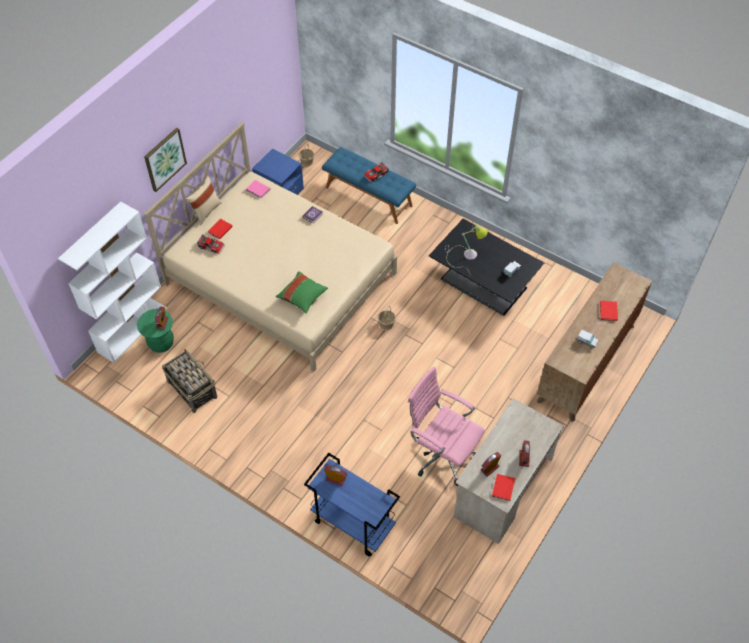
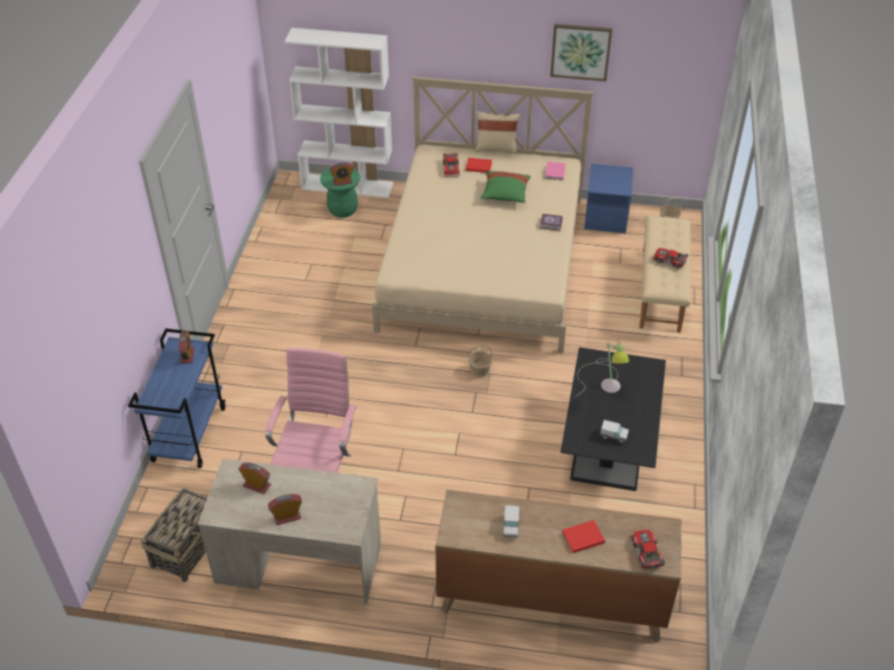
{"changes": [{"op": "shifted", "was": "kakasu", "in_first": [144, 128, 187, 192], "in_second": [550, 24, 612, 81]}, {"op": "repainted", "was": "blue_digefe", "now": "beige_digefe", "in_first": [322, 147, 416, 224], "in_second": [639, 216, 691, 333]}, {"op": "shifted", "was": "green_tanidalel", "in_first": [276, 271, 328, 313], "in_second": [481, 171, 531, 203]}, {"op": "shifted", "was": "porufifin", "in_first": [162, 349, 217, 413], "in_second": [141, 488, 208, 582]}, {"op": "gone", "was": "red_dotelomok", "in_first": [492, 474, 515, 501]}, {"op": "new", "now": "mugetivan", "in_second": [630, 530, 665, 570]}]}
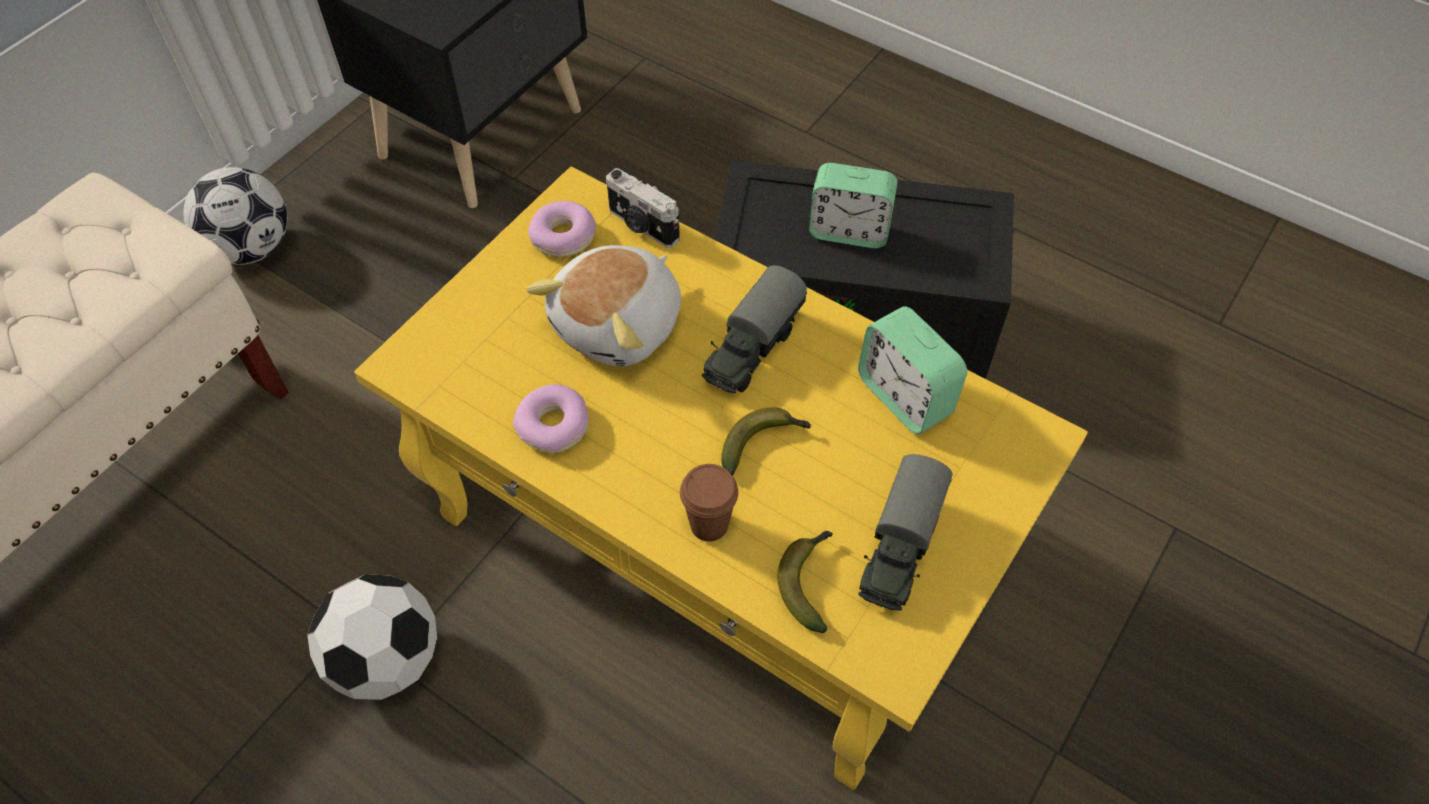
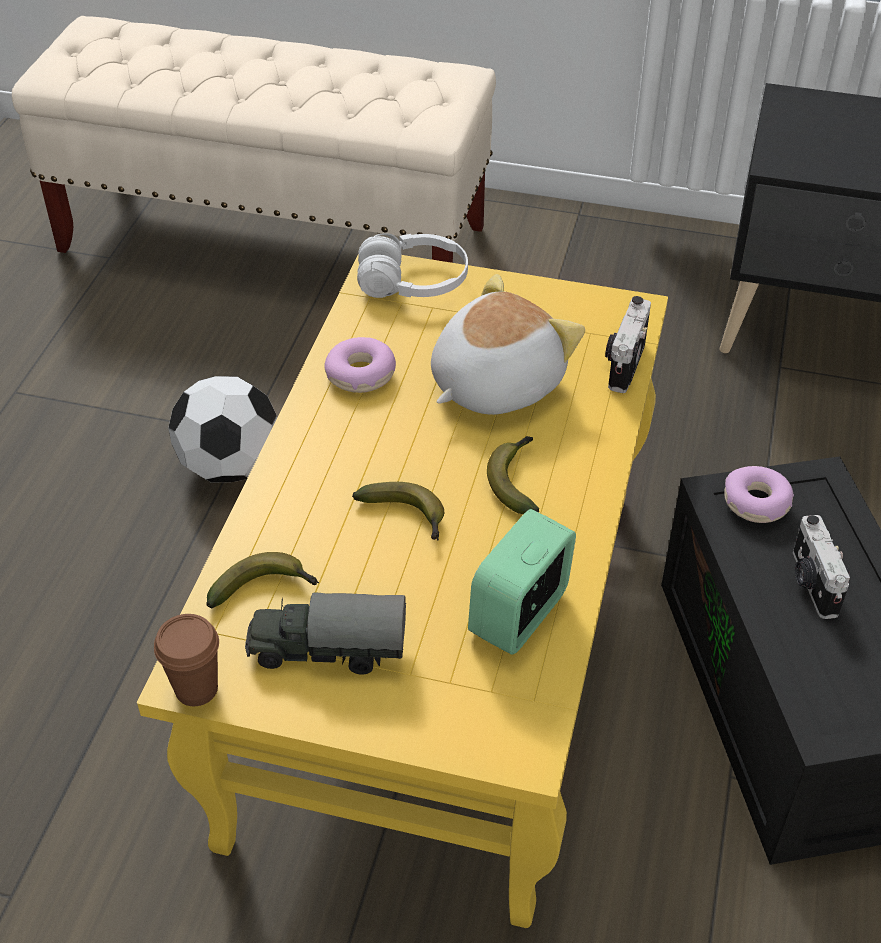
{"changes": [{"op": "swapped", "was": "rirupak", "now": "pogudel", "in_first": [809, 163, 897, 248], "in_second": [793, 515, 850, 619]}, {"op": "gone", "was": "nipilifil", "in_first": [183, 167, 288, 265]}, {"op": "shifted", "was": "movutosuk", "in_first": [528, 201, 596, 257], "in_second": [724, 466, 794, 523]}, {"op": "rotated", "was": "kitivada", "in_first": [526, 245, 681, 367], "in_second": [431, 274, 585, 415], "clockwise": 120}, {"op": "swapped", "was": "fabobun", "now": "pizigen", "in_first": [702, 265, 807, 394], "in_second": [487, 436, 539, 514]}, {"op": "shifted", "was": "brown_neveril", "in_first": [680, 464, 738, 542], "in_second": [154, 614, 219, 706]}, {"op": "new", "now": "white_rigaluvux", "in_second": [357, 233, 468, 298]}]}
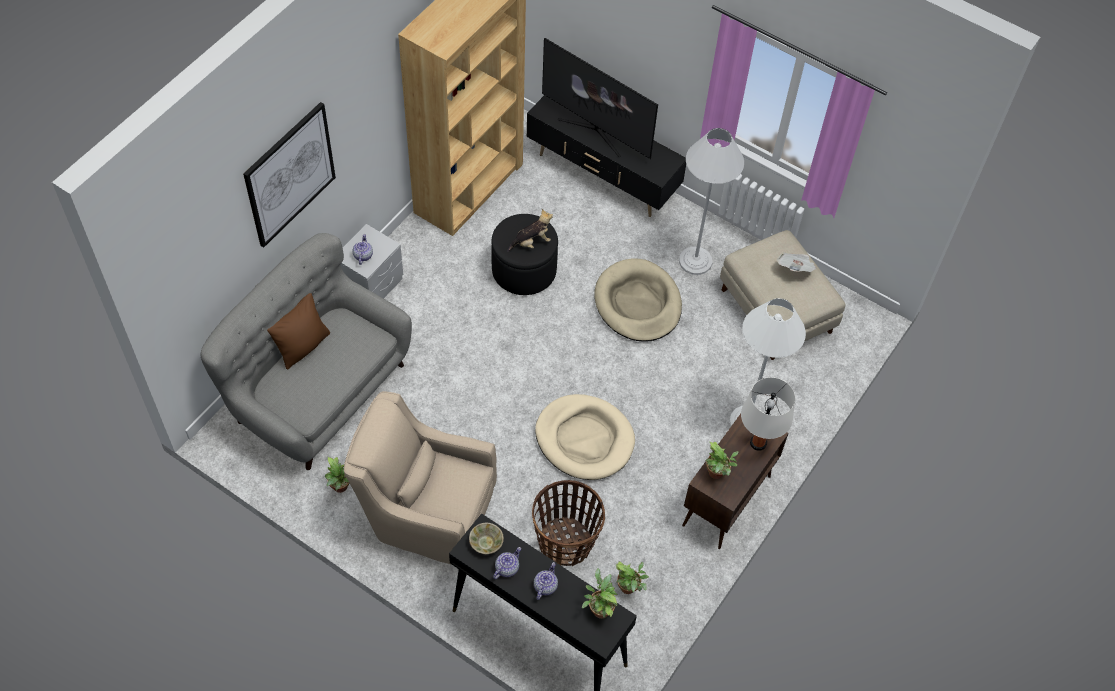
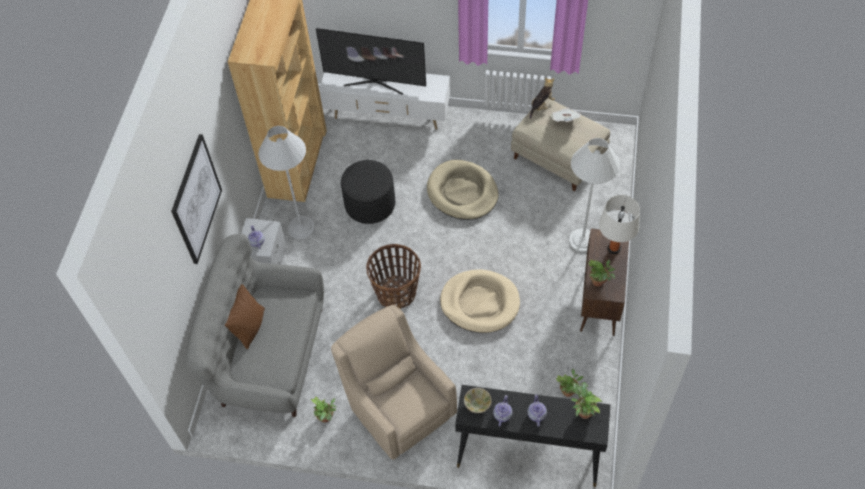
{"changes": [{"op": "repainted", "was": "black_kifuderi", "now": "white_kifuderi", "in_first": [527, 95, 686, 217], "in_second": [319, 72, 450, 130]}, {"op": "shifted", "was": "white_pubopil", "in_first": [679, 128, 744, 275], "in_second": [258, 126, 315, 240]}, {"op": "shifted", "was": "kitivada", "in_first": [507, 209, 553, 252], "in_second": [530, 77, 555, 119]}, {"op": "rotated", "was": "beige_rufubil", "in_first": [344, 391, 497, 565], "in_second": [331, 305, 457, 460], "clockwise": 60}, {"op": "shifted", "was": "porufifin", "in_first": [532, 480, 605, 566], "in_second": [366, 244, 421, 309]}]}
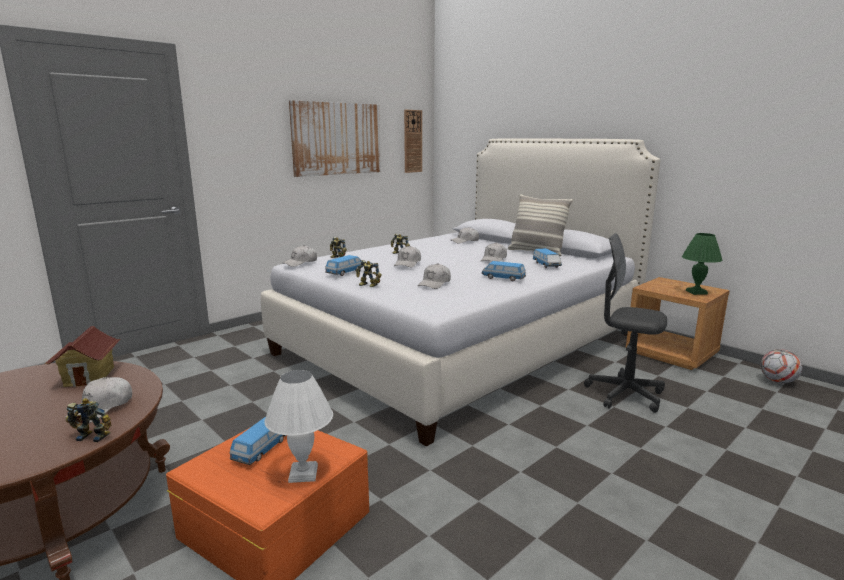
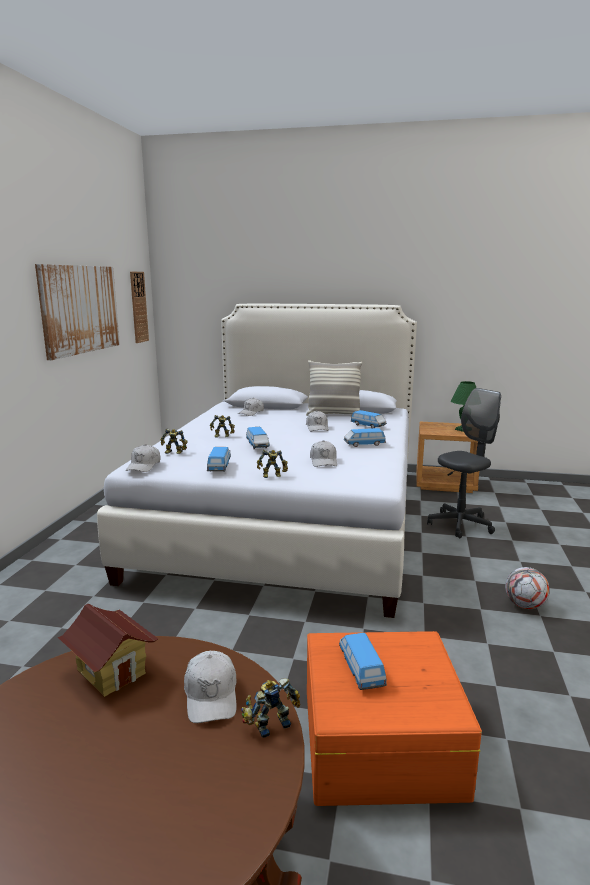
{"changes": [{"op": "rotated", "was": "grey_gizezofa", "in_first": [584, 233, 667, 413], "in_second": [427, 388, 501, 538], "clockwise": 150}, {"op": "swapped", "was": "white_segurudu", "now": "mugetivan", "in_first": [394, 246, 421, 267], "in_second": [246, 427, 270, 449]}, {"op": "shifted", "was": "nipilifil", "in_first": [761, 349, 802, 383], "in_second": [505, 567, 550, 609]}, {"op": "gone", "was": "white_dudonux", "in_first": [264, 370, 333, 483]}]}
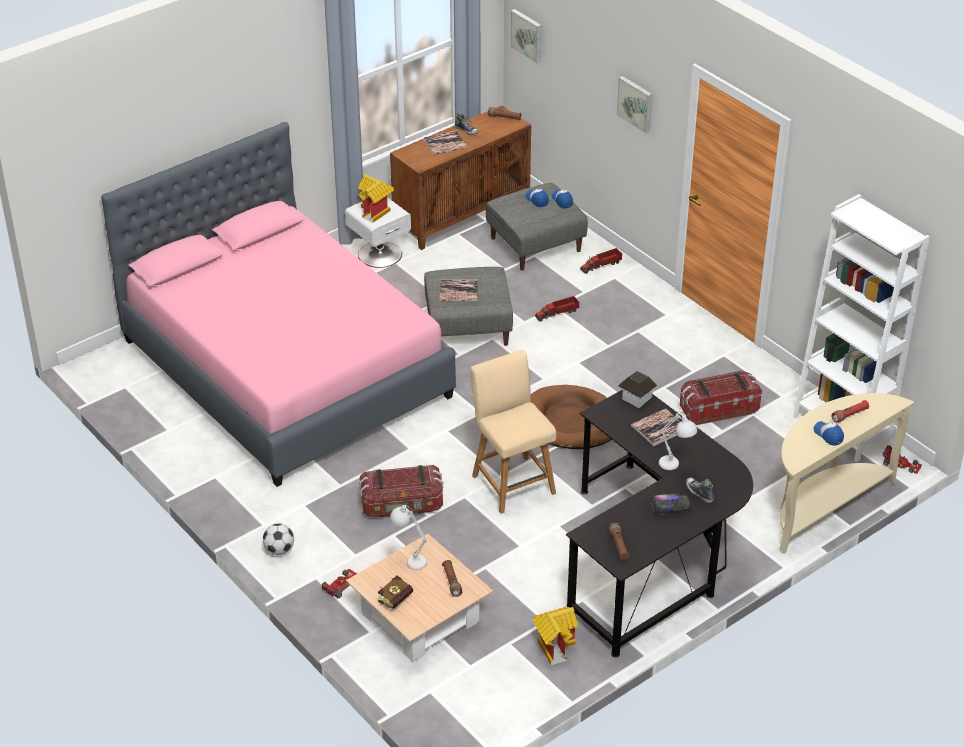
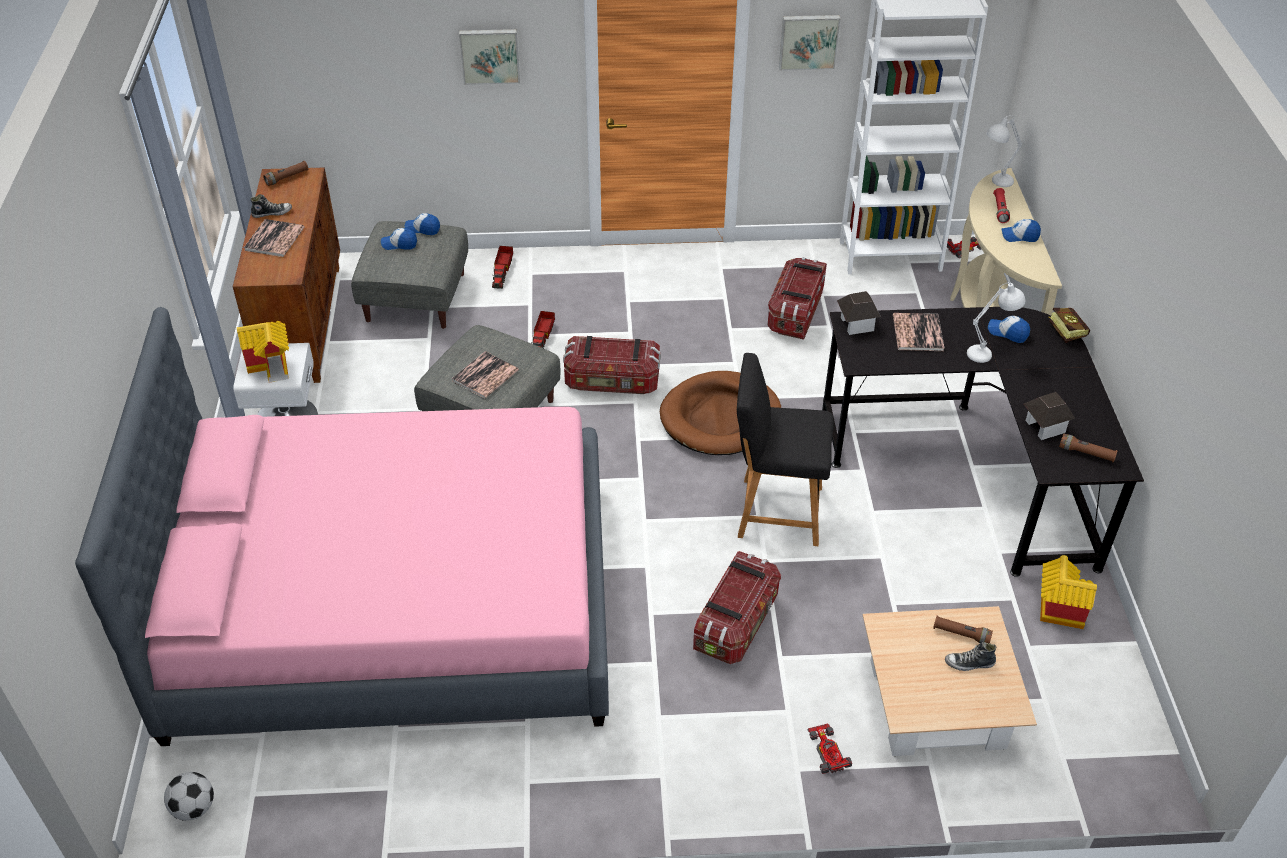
{"changes": [{"op": "shifted", "was": "kakasu", "in_first": [510, 9, 542, 63], "in_second": [779, 15, 841, 71]}, {"op": "repainted", "was": "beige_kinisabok", "now": "black_kinisabok", "in_first": [470, 350, 556, 514], "in_second": [737, 353, 834, 546]}, {"op": "shifted", "was": "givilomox", "in_first": [686, 478, 714, 503], "in_second": [945, 642, 996, 671]}, {"op": "gone", "was": "fabobun", "in_first": [651, 493, 691, 515]}, {"op": "shifted", "was": "white_dudonux", "in_first": [390, 505, 427, 570], "in_second": [987, 116, 1022, 187]}, {"op": "shifted", "was": "nipilifil", "in_first": [263, 524, 294, 555], "in_second": [164, 772, 214, 821]}, {"op": "shifted", "was": "dotelomok", "in_first": [378, 575, 413, 609], "in_second": [1049, 308, 1090, 343]}, {"op": "new", "now": "segurudu", "in_second": [988, 316, 1030, 343]}, {"op": "new", "now": "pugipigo", "in_second": [563, 336, 661, 394]}, {"op": "new", "now": "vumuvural", "in_second": [1024, 392, 1075, 440]}]}
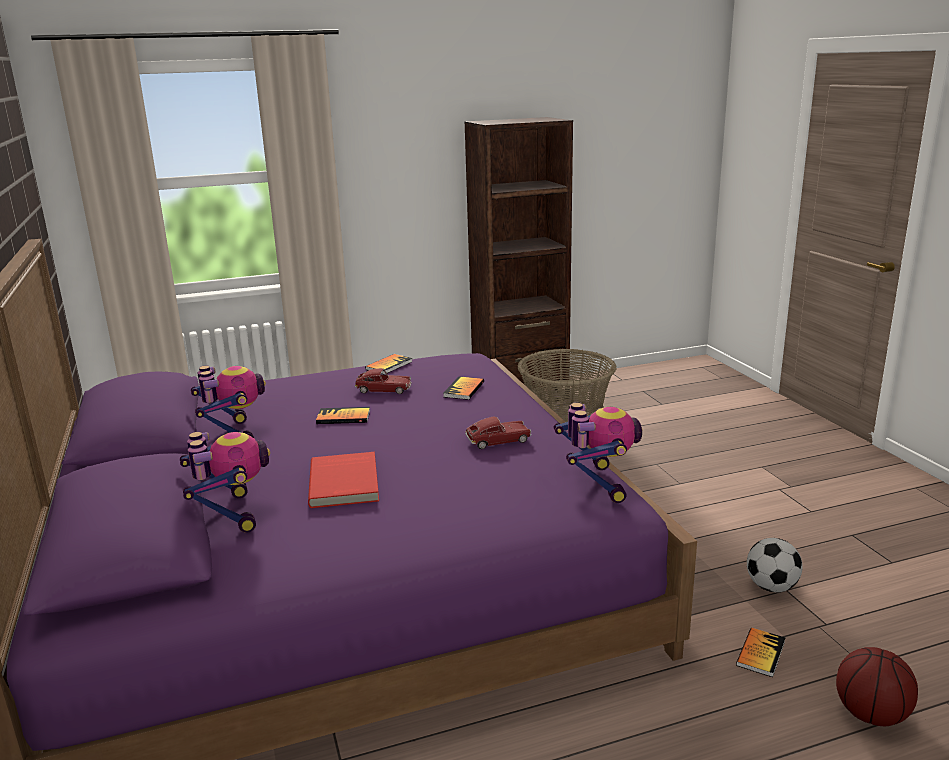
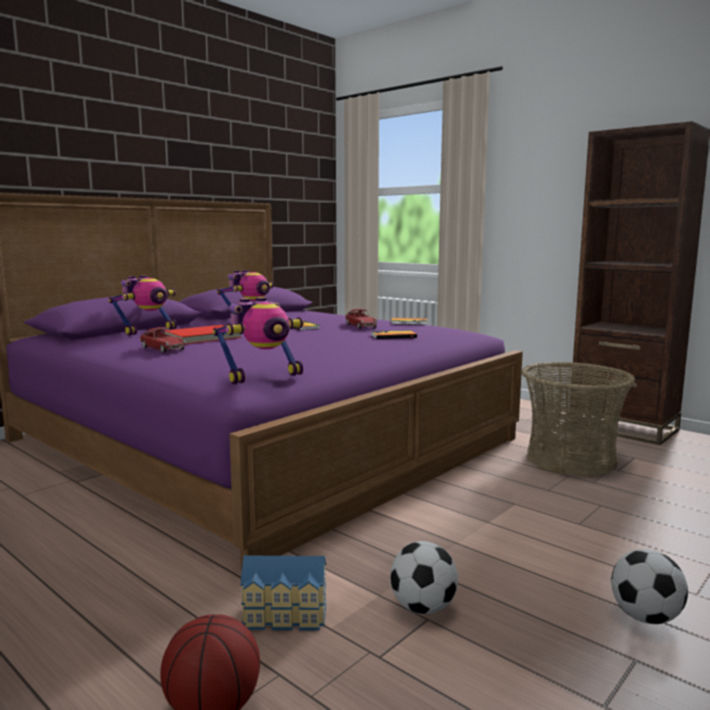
{"changes": [{"op": "shifted", "was": "mugetivan", "in_first": [465, 417, 531, 449], "in_second": [140, 327, 186, 353]}, {"op": "swapped", "was": "dotelomok", "now": "vumuvural", "in_first": [736, 628, 786, 677], "in_second": [240, 556, 327, 631]}, {"op": "new", "now": "nipilifil", "in_second": [611, 549, 688, 624]}]}
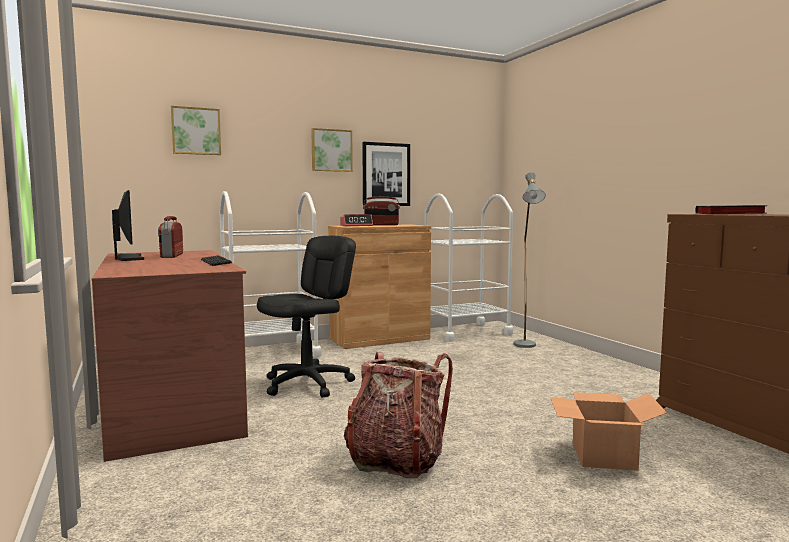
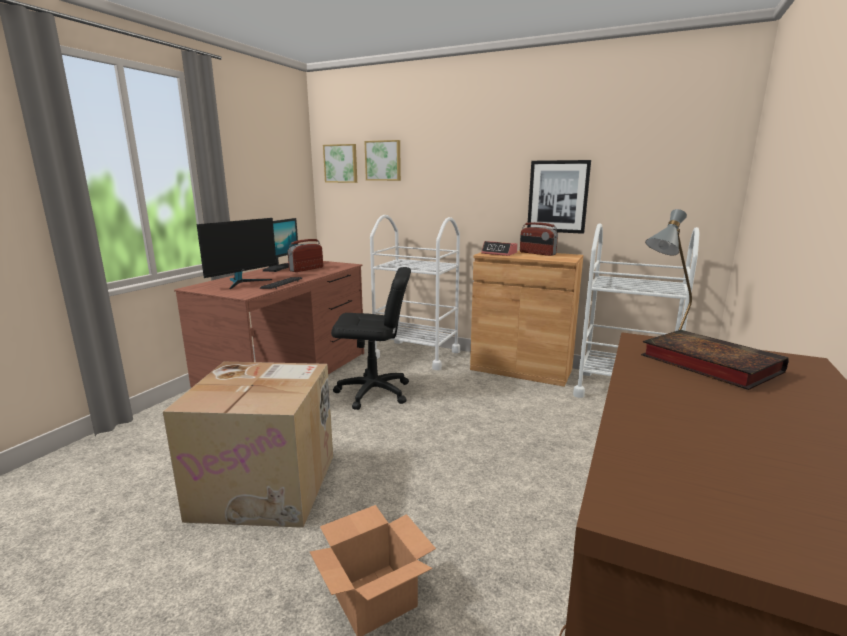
{"changes": [{"op": "shifted", "was": "kakasu", "in_first": [311, 128, 353, 172], "in_second": [323, 144, 357, 183]}, {"op": "swapped", "was": "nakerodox", "now": "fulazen", "in_first": [344, 352, 453, 478], "in_second": [163, 362, 333, 528]}, {"op": "new", "now": "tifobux", "in_second": [197, 218, 277, 289]}]}
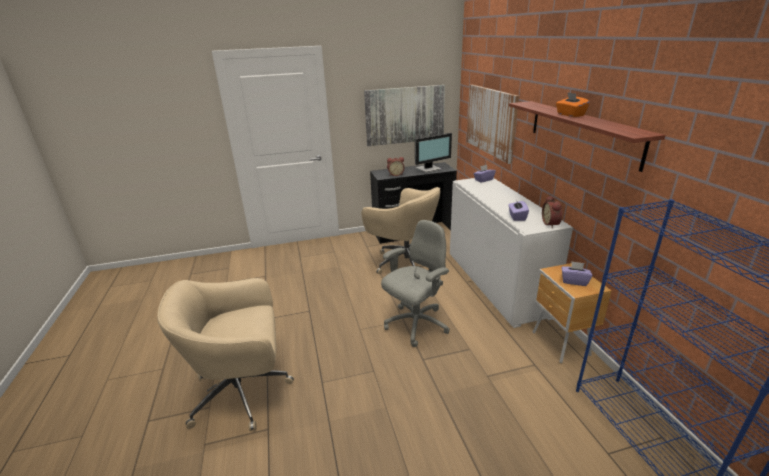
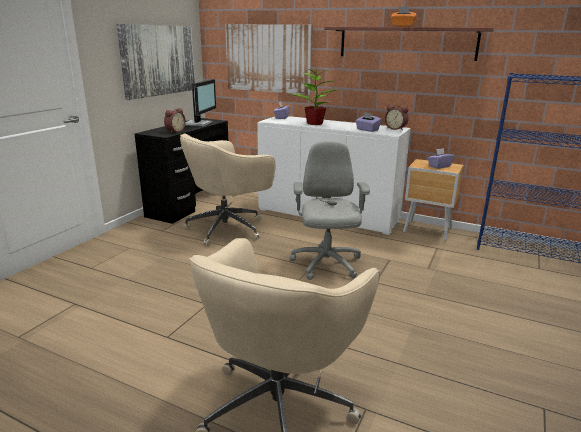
{"changes": [{"op": "rotated", "was": "beige_gizezofa", "in_first": [362, 187, 440, 274], "in_second": [180, 134, 276, 246], "clockwise": 150}, {"op": "new", "now": "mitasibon", "in_second": [291, 69, 337, 125]}]}
